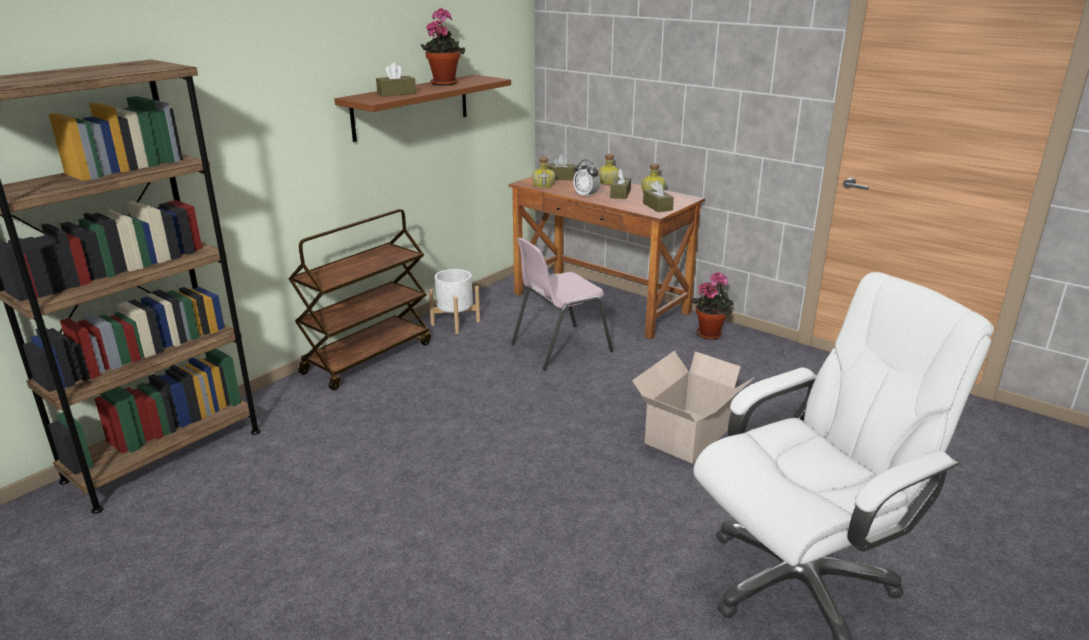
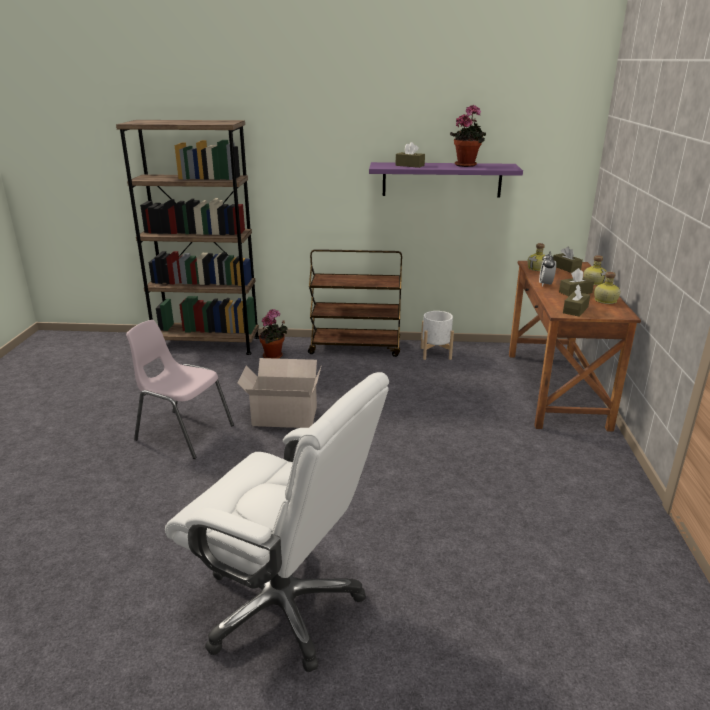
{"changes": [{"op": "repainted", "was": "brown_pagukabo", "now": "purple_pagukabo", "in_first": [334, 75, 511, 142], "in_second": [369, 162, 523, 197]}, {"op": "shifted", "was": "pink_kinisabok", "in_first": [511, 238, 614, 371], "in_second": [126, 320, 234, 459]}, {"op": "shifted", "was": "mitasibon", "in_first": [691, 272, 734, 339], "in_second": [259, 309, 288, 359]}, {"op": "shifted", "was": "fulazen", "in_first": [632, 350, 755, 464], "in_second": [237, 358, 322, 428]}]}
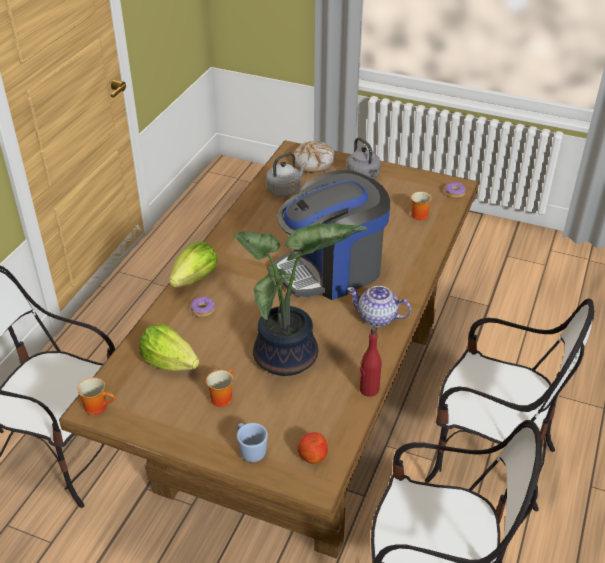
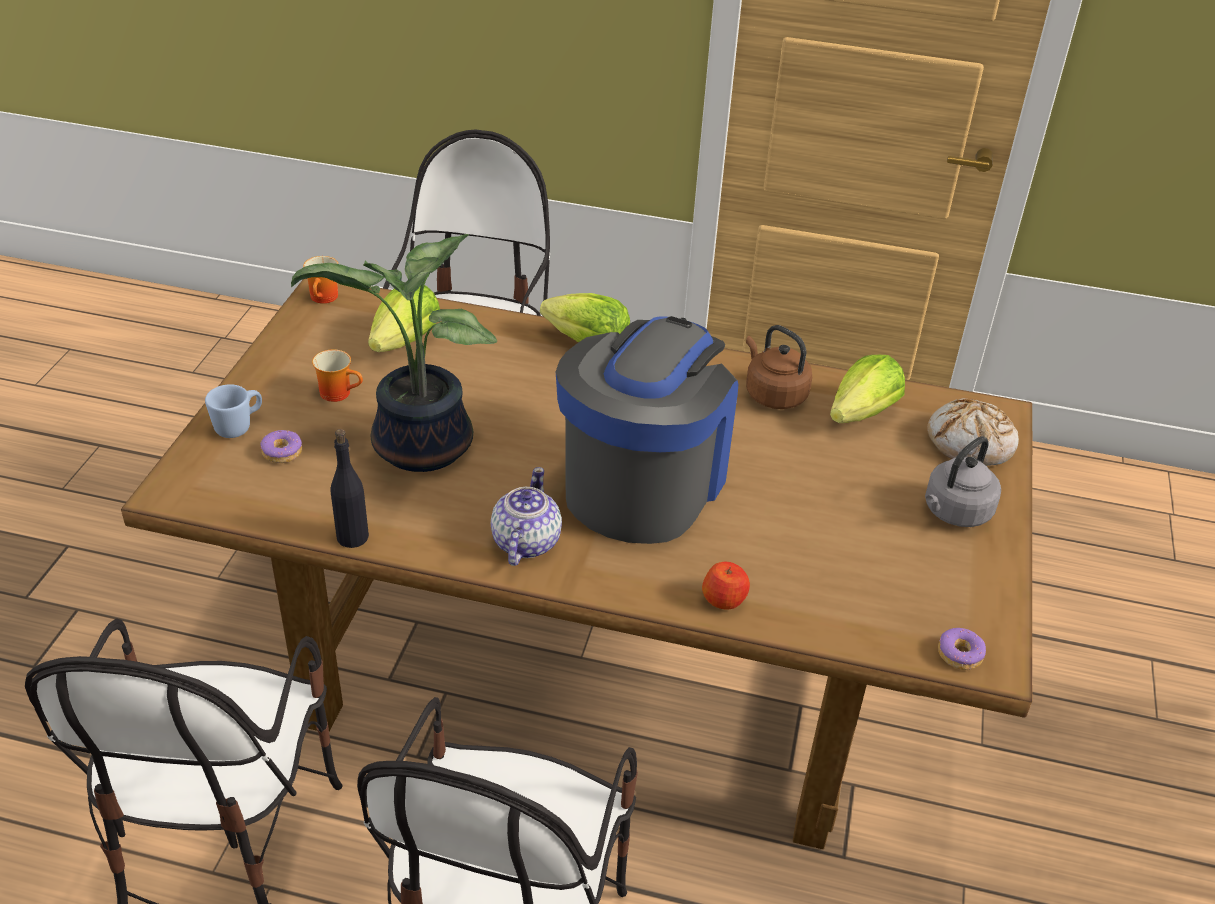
{"changes": [{"op": "swapped", "was": "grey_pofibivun", "now": "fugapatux", "in_first": [266, 152, 307, 197], "in_second": [830, 355, 905, 423]}, {"op": "rotated", "was": "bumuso", "in_first": [274, 170, 390, 300], "in_second": [556, 316, 738, 544], "clockwise": 60}, {"op": "gone", "was": "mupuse", "in_first": [411, 192, 432, 221]}, {"op": "shifted", "was": "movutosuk", "in_first": [191, 297, 215, 317], "in_second": [260, 430, 302, 463]}, {"op": "repainted", "was": "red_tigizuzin", "now": "black_tigizuzin", "in_first": [360, 326, 382, 397], "in_second": [331, 429, 369, 548]}, {"op": "shifted", "was": "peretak", "in_first": [297, 432, 328, 464], "in_second": [702, 562, 750, 610]}, {"op": "new", "now": "brown_pofibivun", "in_second": [746, 325, 812, 409]}]}
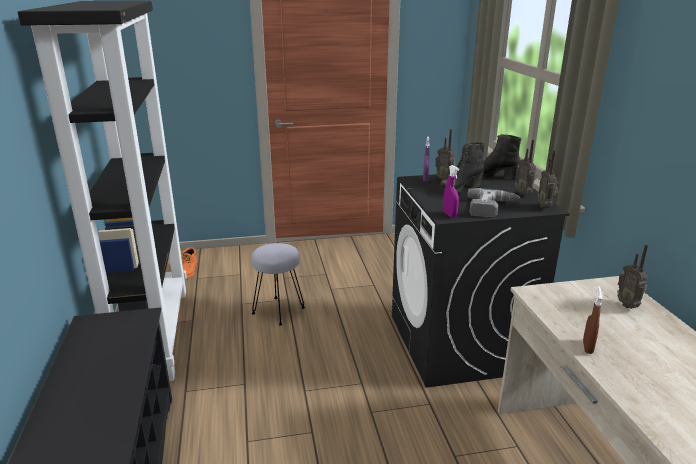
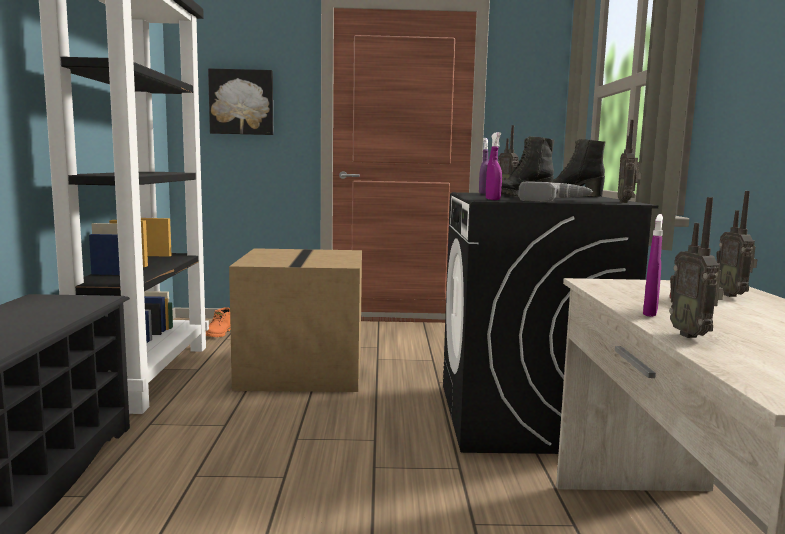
{"changes": [{"op": "shifted", "was": "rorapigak", "in_first": [515, 139, 537, 195], "in_second": [669, 197, 724, 338]}, {"op": "swapped", "was": "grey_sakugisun", "now": "fulazen", "in_first": [251, 243, 305, 325], "in_second": [229, 248, 362, 392]}, {"op": "repainted", "was": "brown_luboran", "now": "purple_luboran", "in_first": [583, 286, 603, 354], "in_second": [643, 214, 663, 317]}, {"op": "new", "now": "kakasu", "in_second": [208, 68, 273, 135]}]}
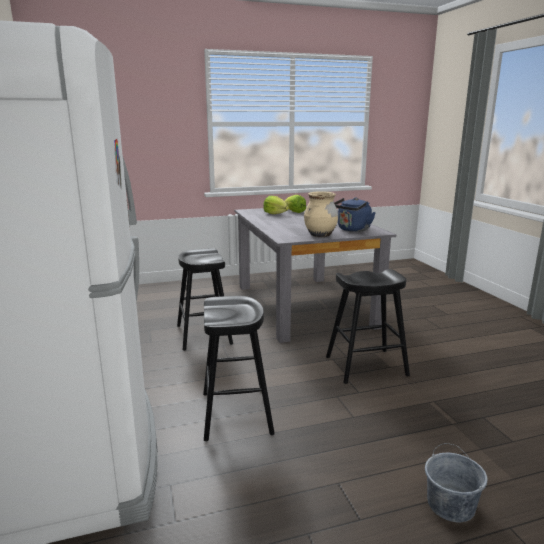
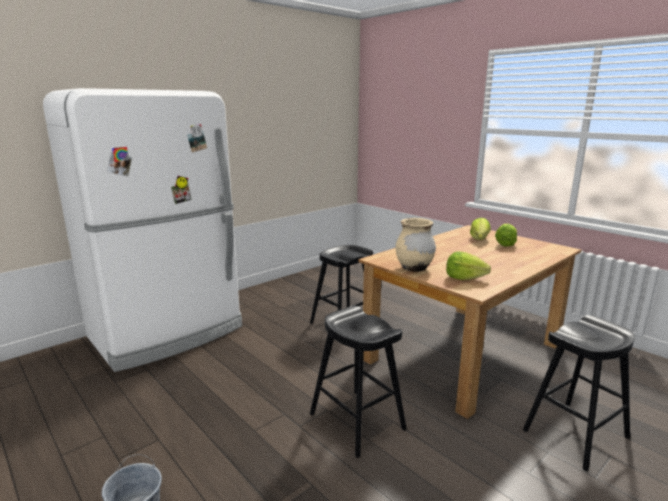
{"changes": [{"op": "swapped", "was": "blue_pofibivun", "now": "fugapatux", "in_first": [334, 197, 376, 232], "in_second": [446, 251, 491, 280]}, {"op": "repainted", "was": "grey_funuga", "now": "brown_funuga", "in_first": [235, 206, 396, 343], "in_second": [358, 225, 582, 419]}, {"op": "shifted", "was": "black_sakugisun", "in_first": [203, 296, 275, 441], "in_second": [523, 315, 635, 471]}]}
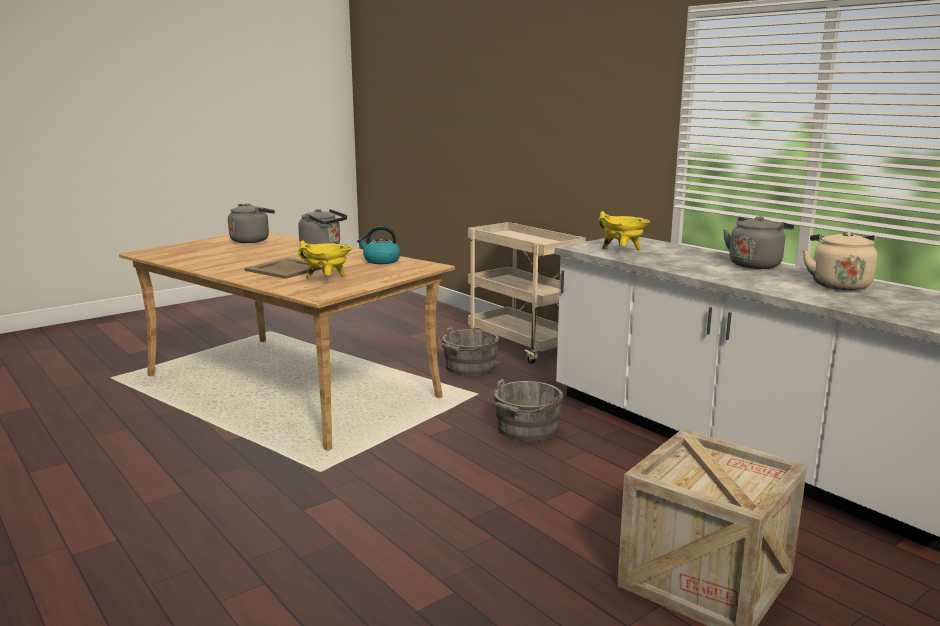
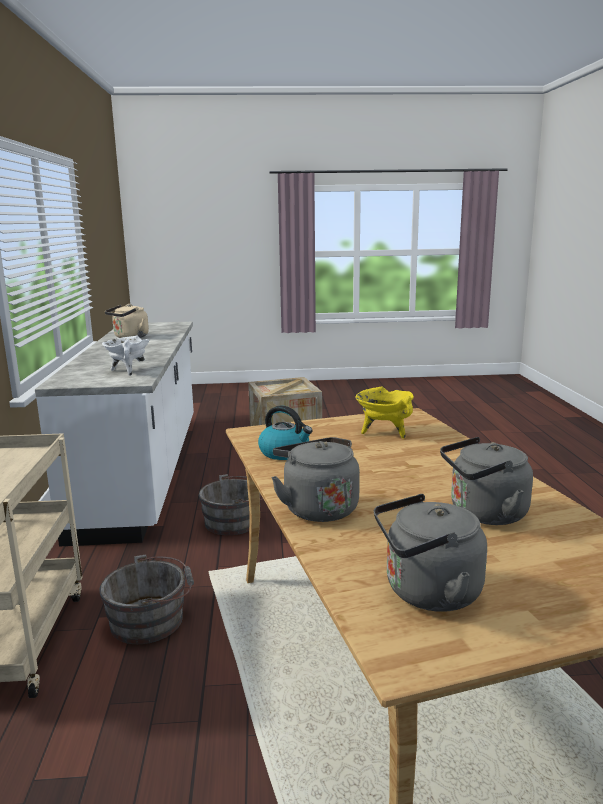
{"changes": [{"op": "repainted", "was": "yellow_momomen", "now": "white_momomen", "in_first": [598, 211, 650, 250], "in_second": [102, 336, 150, 376]}, {"op": "shifted", "was": "grey_pofibivun", "in_first": [723, 216, 794, 269], "in_second": [440, 437, 533, 525]}, {"op": "gone", "was": "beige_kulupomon", "in_first": [245, 257, 321, 279]}]}
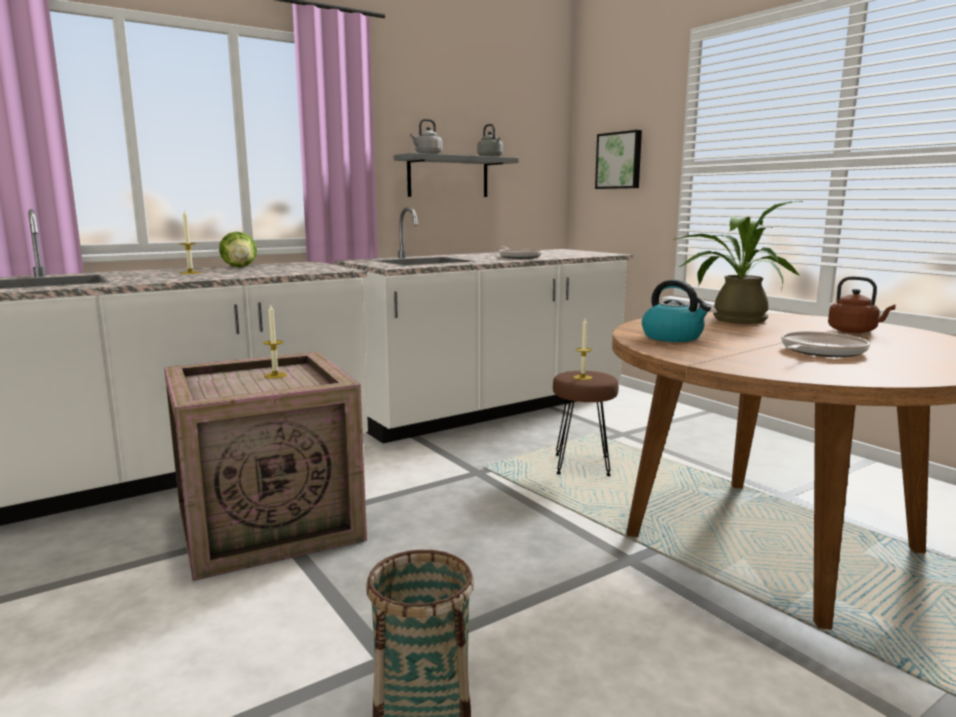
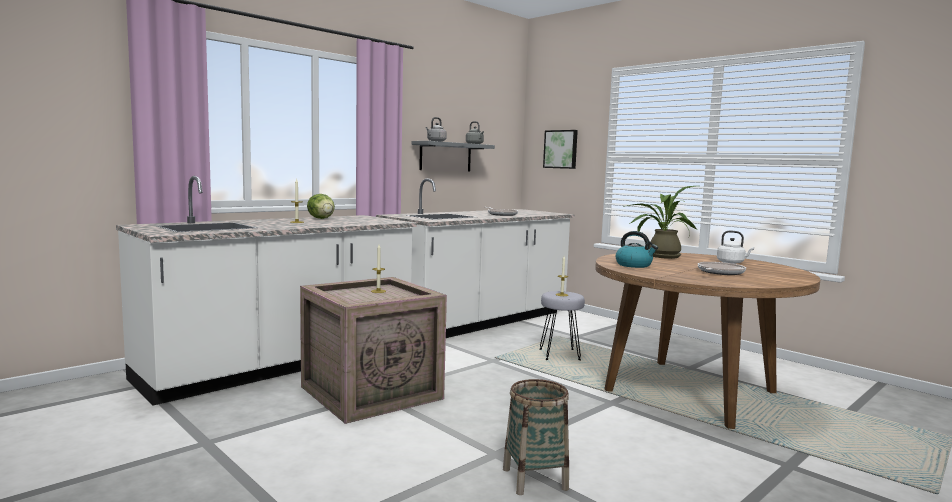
{"changes": [{"op": "repainted", "was": "brown_pofibivun", "now": "white_pofibivun", "in_first": [828, 276, 896, 333], "in_second": [717, 231, 754, 264]}, {"op": "repainted", "was": "brown_sakugisun", "now": "grey_sakugisun", "in_first": [553, 371, 619, 477], "in_second": [540, 291, 585, 361]}]}
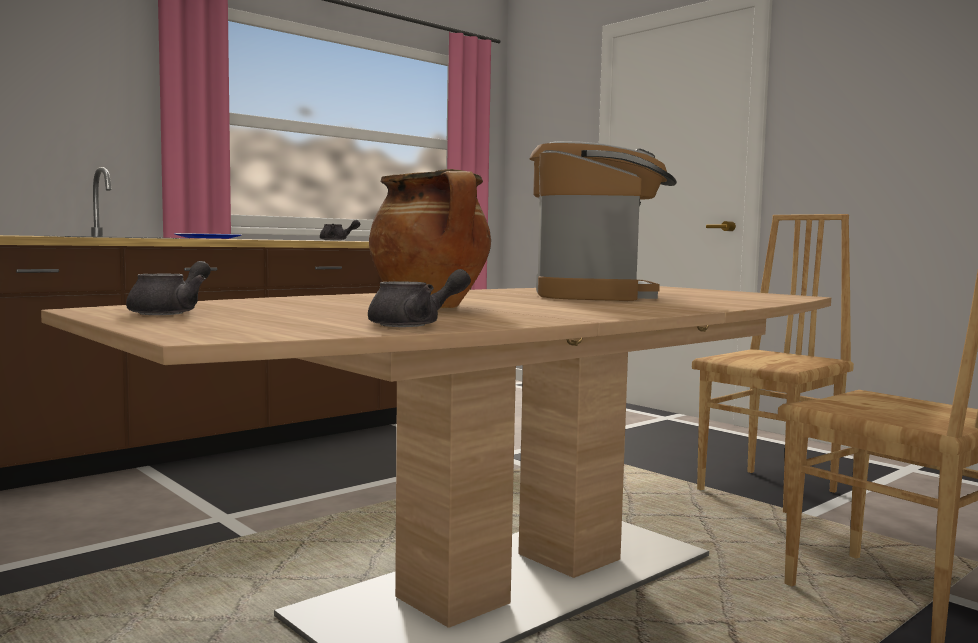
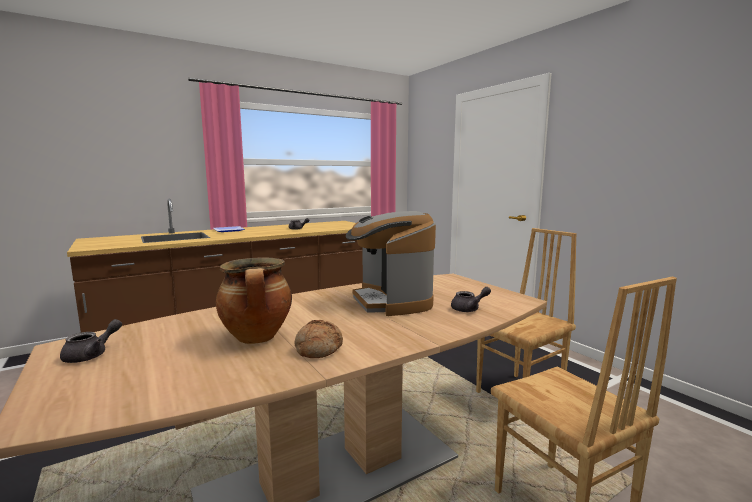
{"changes": [{"op": "rotated", "was": "bumuso", "in_first": [529, 141, 677, 301], "in_second": [346, 211, 436, 316], "clockwise": 150}, {"op": "shifted", "was": "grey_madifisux", "in_first": [368, 269, 471, 327], "in_second": [451, 287, 491, 312]}, {"op": "new", "now": "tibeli", "in_second": [295, 320, 343, 358]}]}
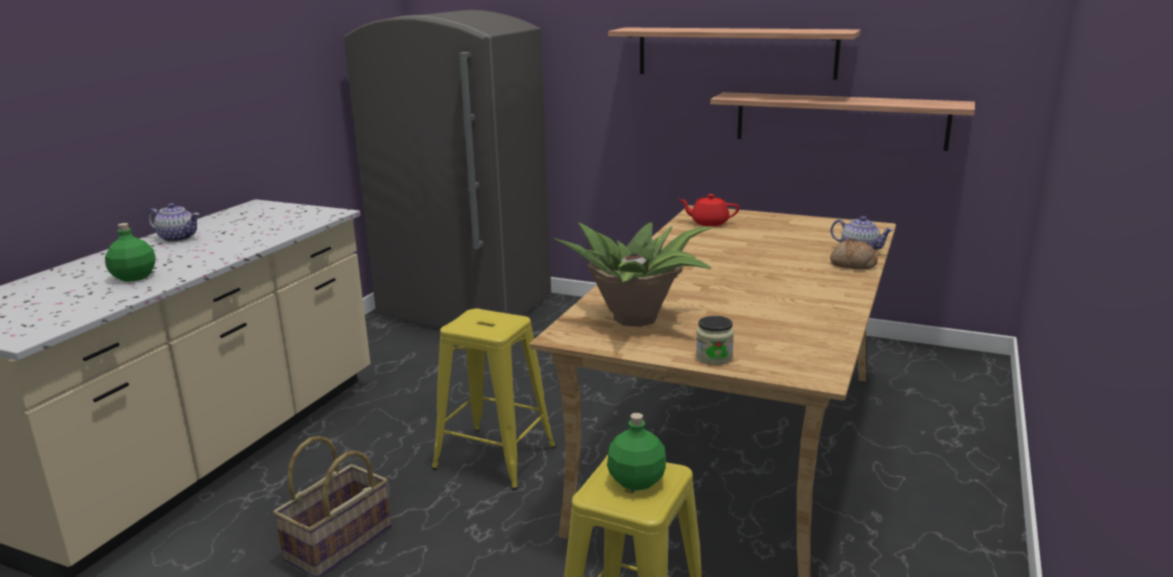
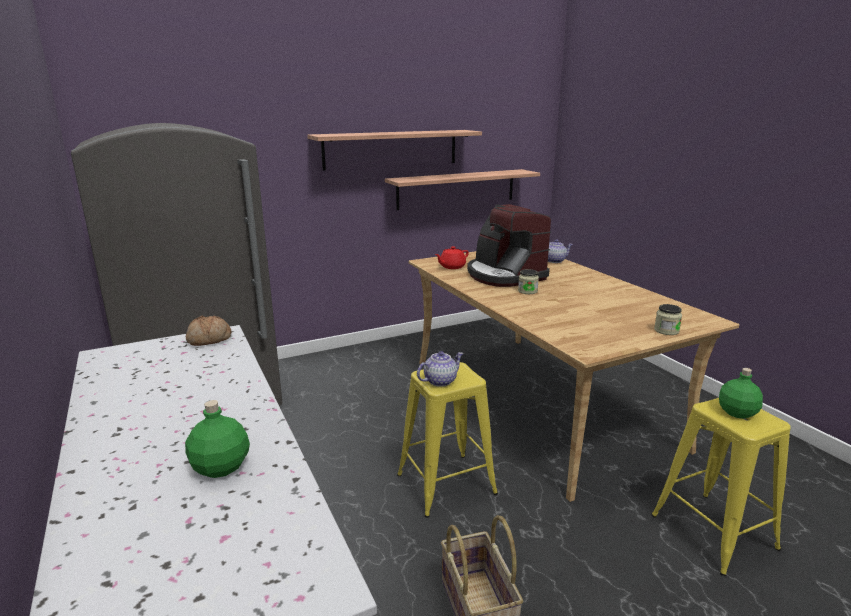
{"changes": [{"op": "shifted", "was": "madifisux", "in_first": [147, 203, 200, 242], "in_second": [417, 351, 463, 387]}, {"op": "gone", "was": "mitasibon", "in_first": [553, 222, 713, 327]}, {"op": "shifted", "was": "tibeli", "in_first": [830, 239, 878, 269], "in_second": [186, 315, 231, 346]}, {"op": "new", "now": "bumuso", "in_second": [467, 204, 551, 287]}, {"op": "new", "now": "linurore", "in_second": [518, 269, 539, 294]}]}
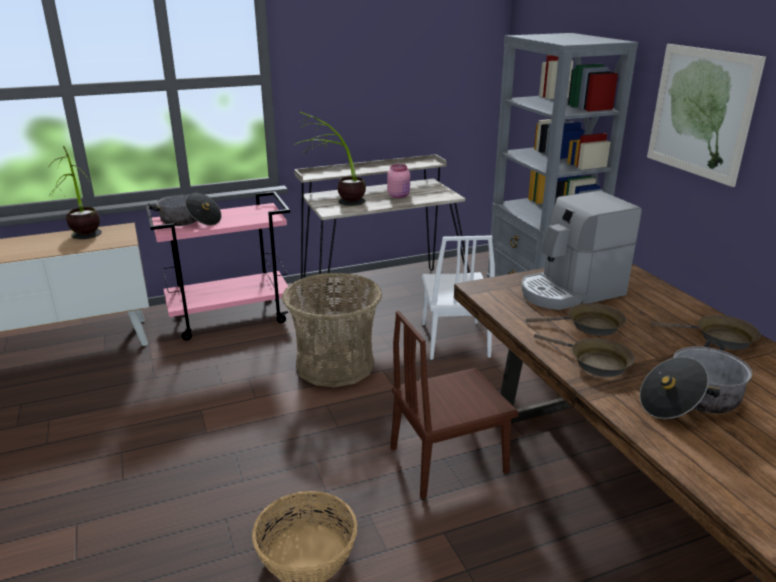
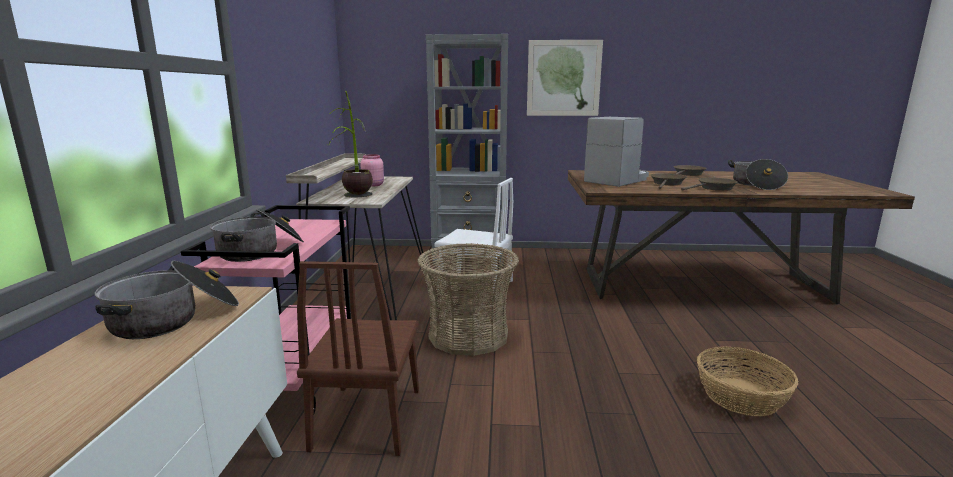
{"changes": [{"op": "swapped", "was": "mitasibon", "now": "momomen", "in_first": [48, 146, 102, 239], "in_second": [95, 261, 239, 339]}, {"op": "rotated", "was": "bumuso", "in_first": [522, 190, 642, 310], "in_second": [584, 117, 649, 187], "clockwise": -135}, {"op": "shifted", "was": "brown_kinisabok", "in_first": [391, 311, 519, 499], "in_second": [297, 261, 419, 456]}]}
